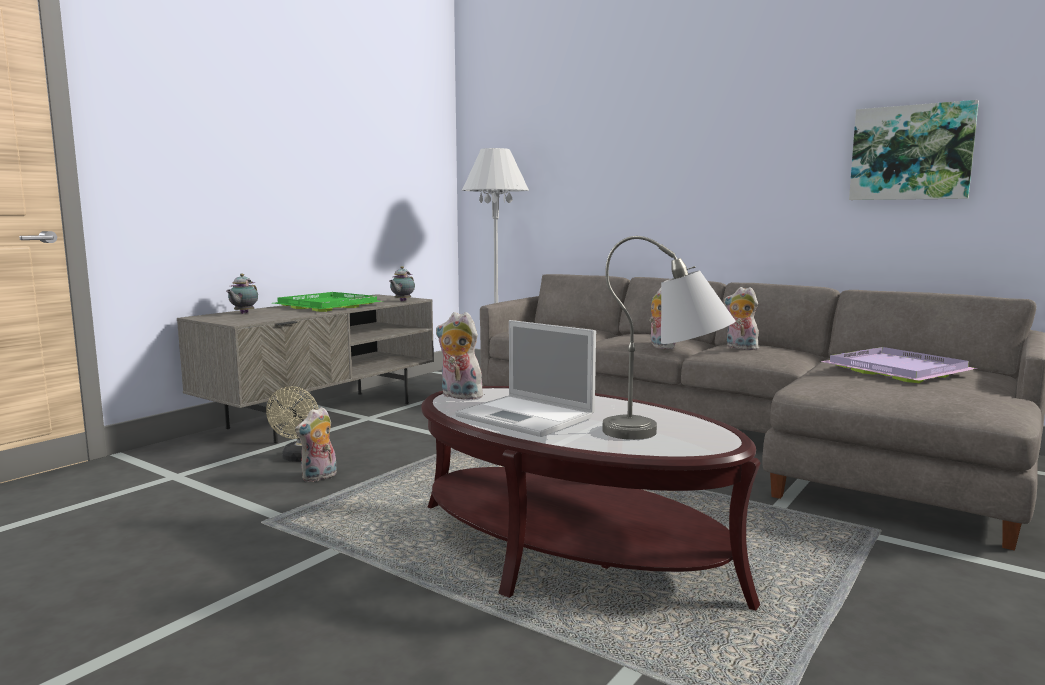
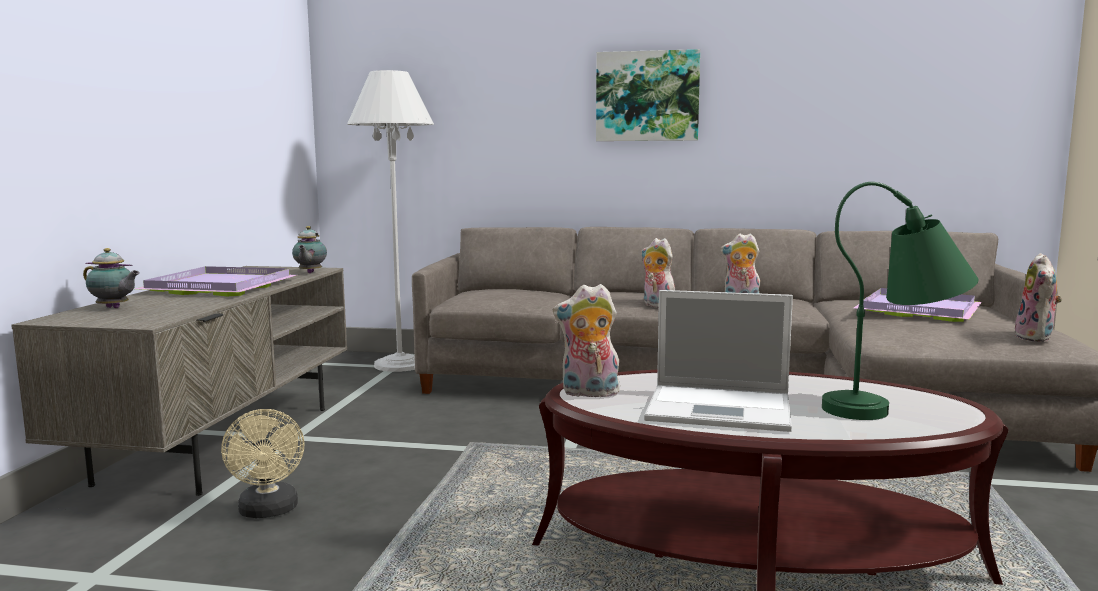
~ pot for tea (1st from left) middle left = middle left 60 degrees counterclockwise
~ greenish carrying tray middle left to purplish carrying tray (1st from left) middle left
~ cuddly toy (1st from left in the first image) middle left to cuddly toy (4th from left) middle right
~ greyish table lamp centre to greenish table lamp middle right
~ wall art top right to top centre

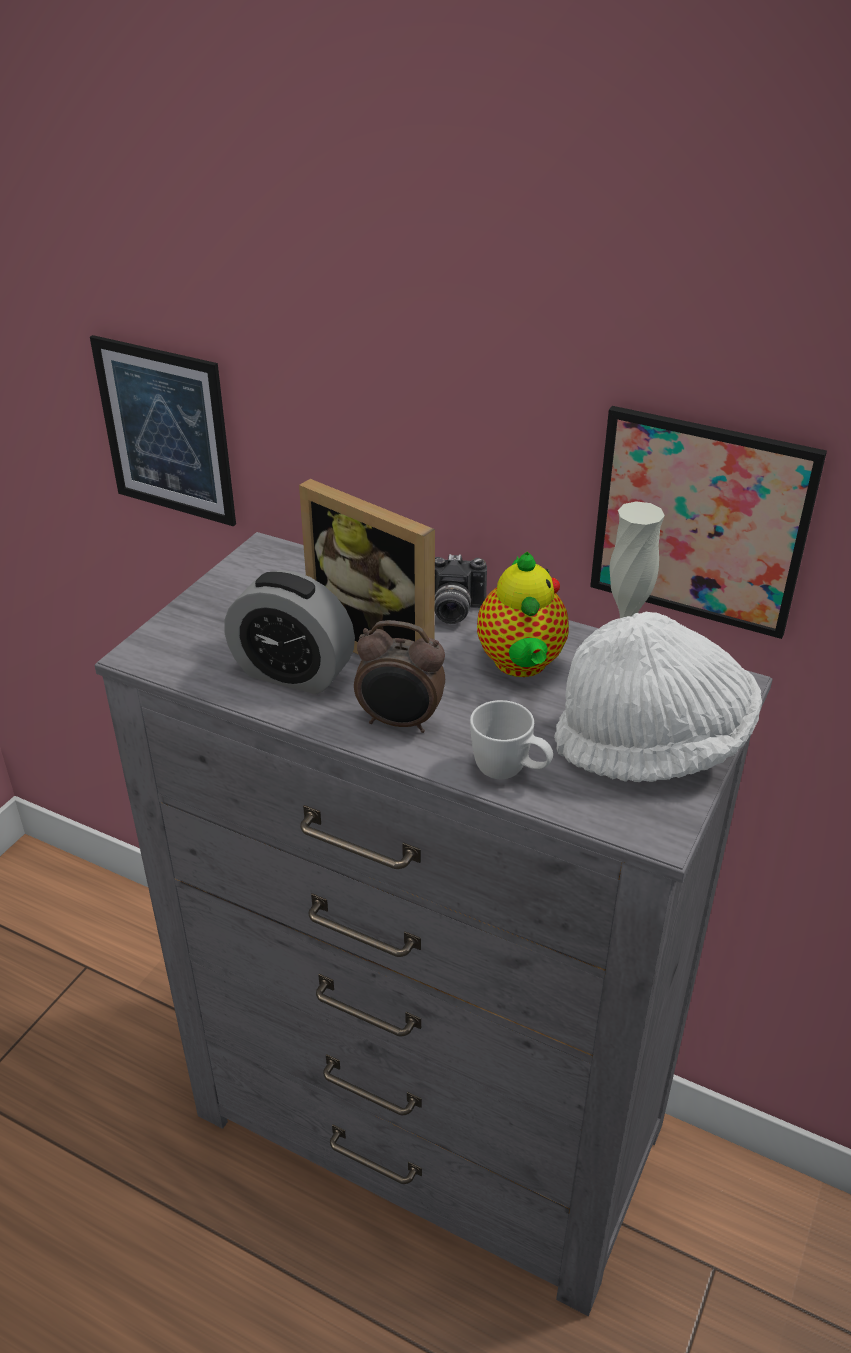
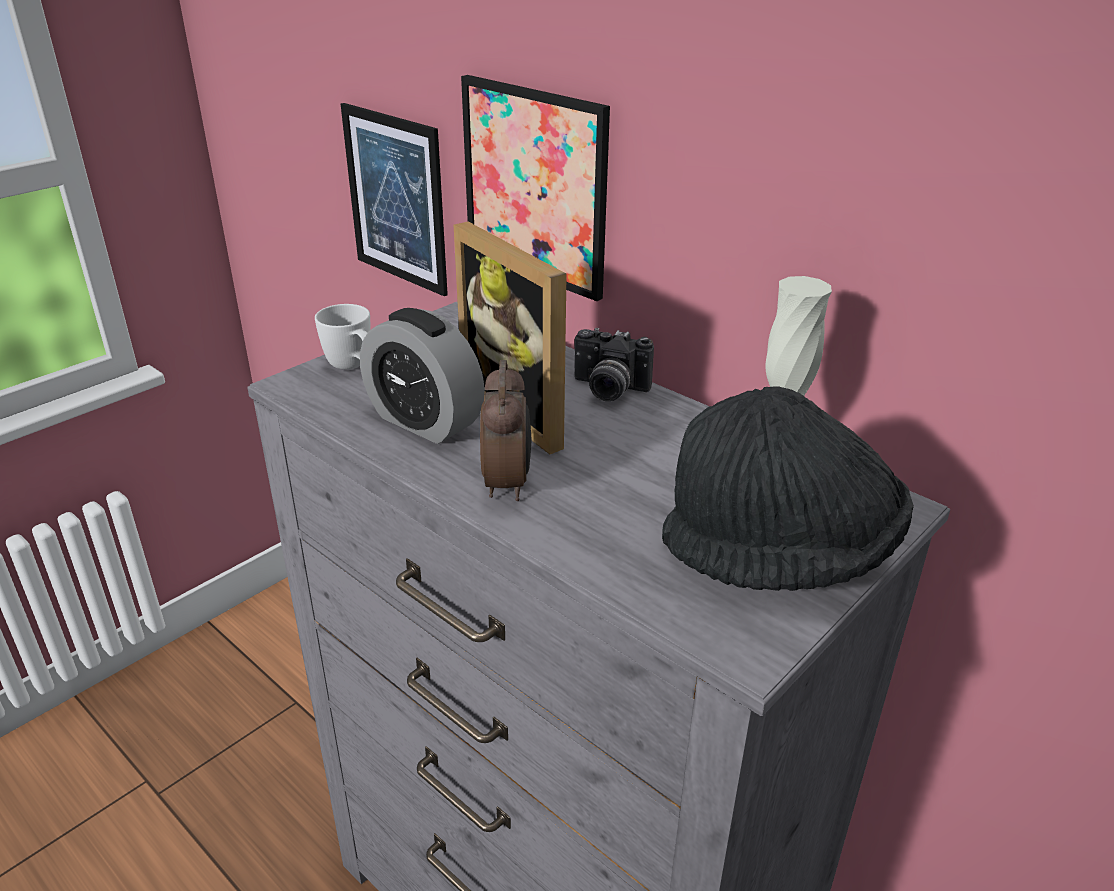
~ alarm clock (2nd from left) centre = centre 120 degrees counterclockwise
~ white-coloured coffee mug centre to middle left
- pot for tea centre
~ white-coloured clothing hat middle right to blackish clothing hat middle right
~ wall art (2nd from left) middle right to top centre

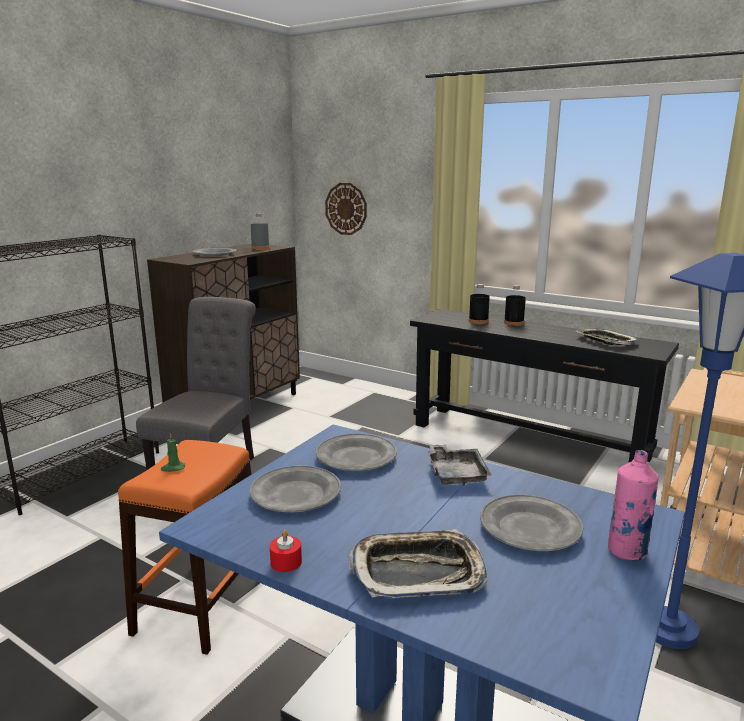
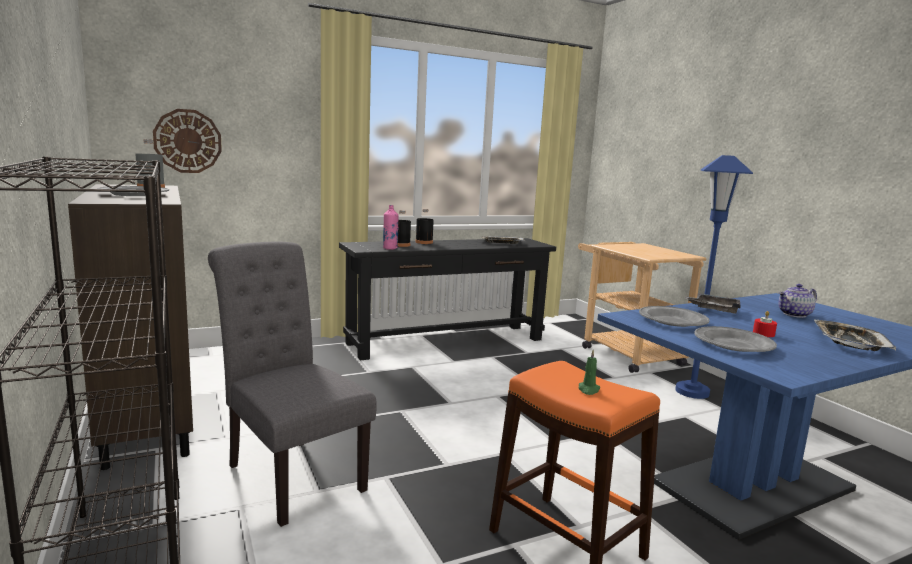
~ reddish wax candle bottom centre to middle right
~ greyish dinner plate (4th from left) bottom right to pot for tea middle right
~ pink-coloured beverage bottle bottom right to centre

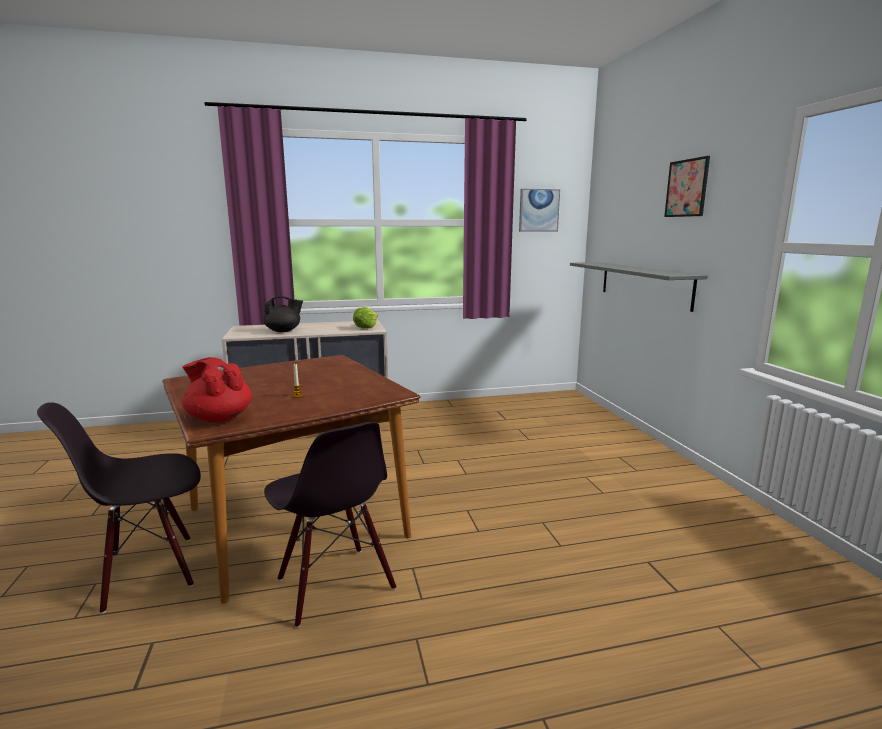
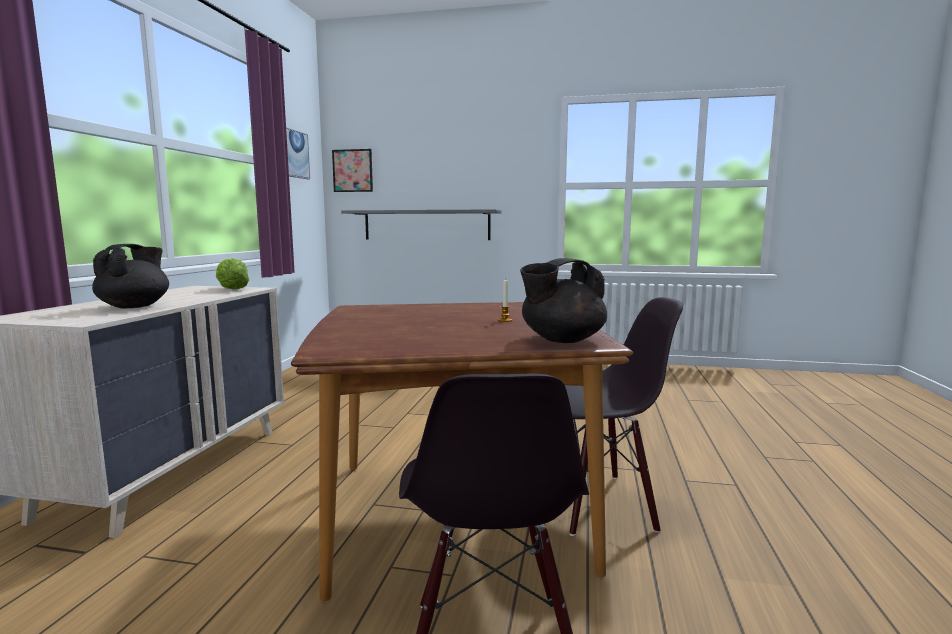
~ reddish pot for tea middle left to blackish pot for tea (2nd from left) centre
~ wall art (2nd from left) top right to top centre

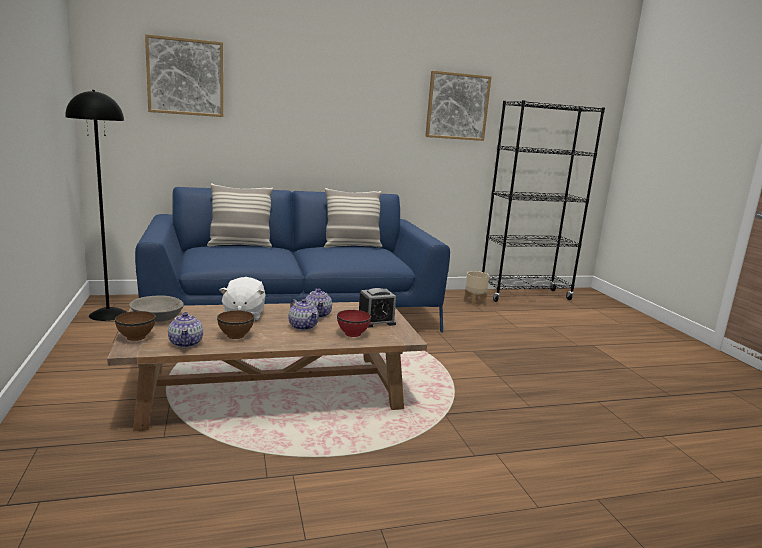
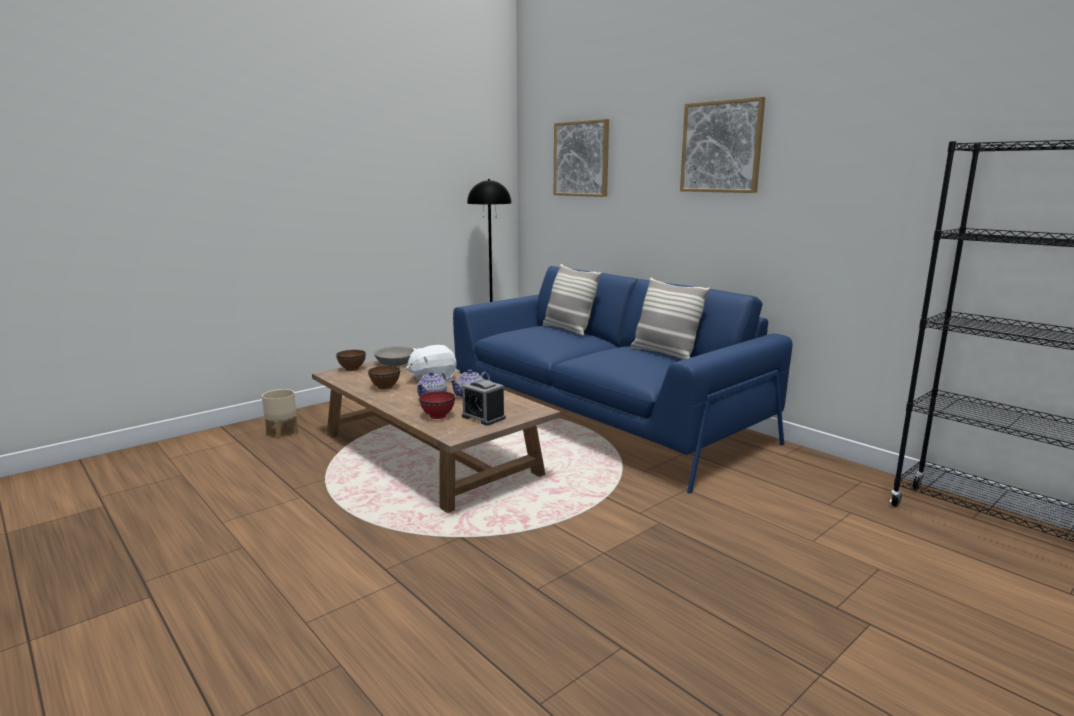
- pot for tea (1st from left) middle left
~ wall art (2nd from left) top centre to top right
~ beige flower pot centre to middle left

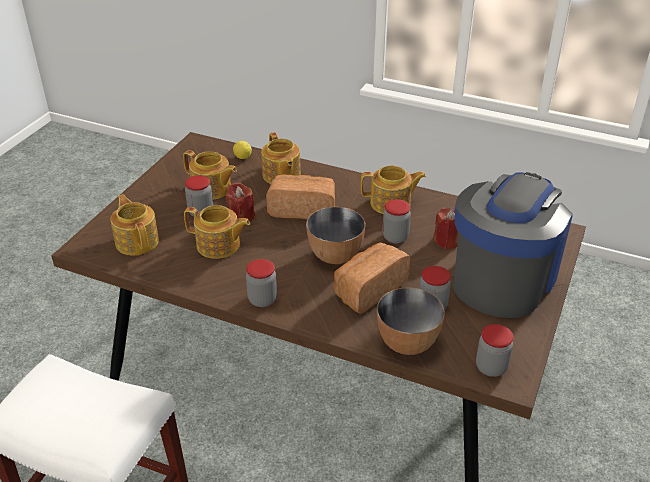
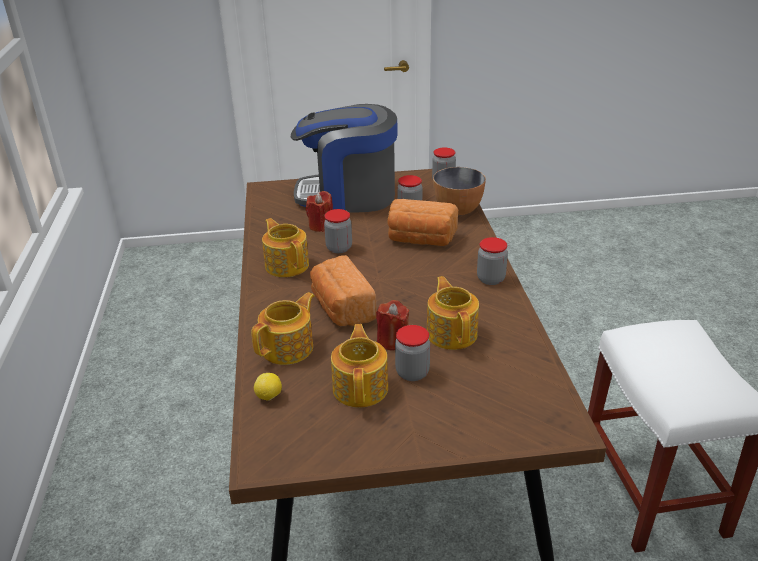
- pot for tea (1st from left) middle left
- bowl (1st from left) centre

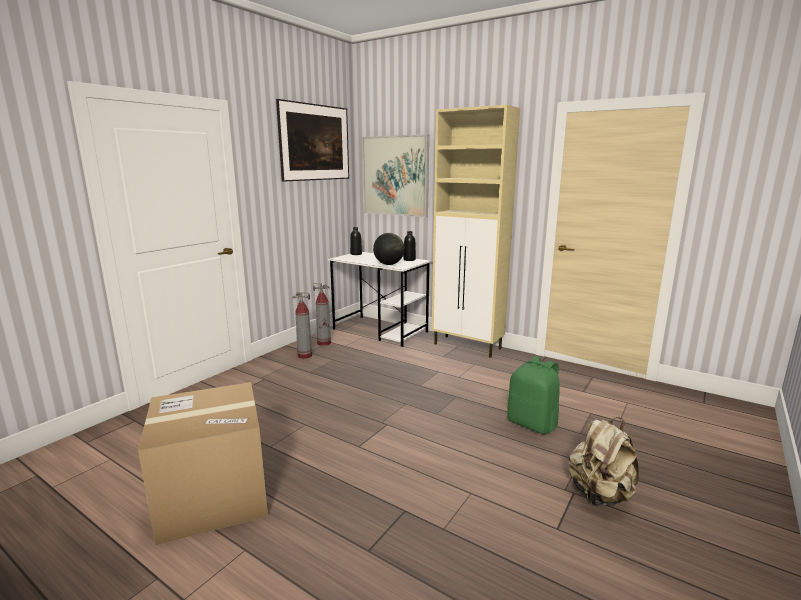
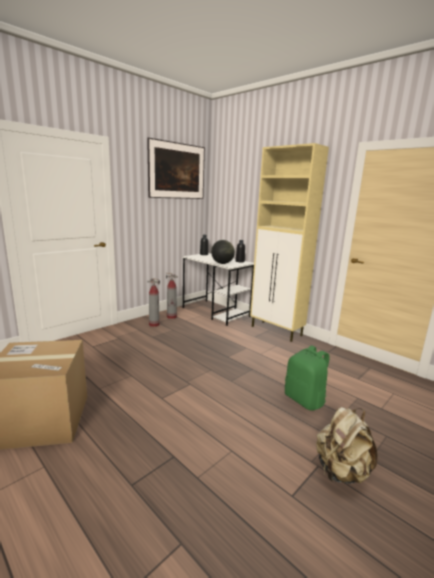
- wall art (2nd from left) top centre

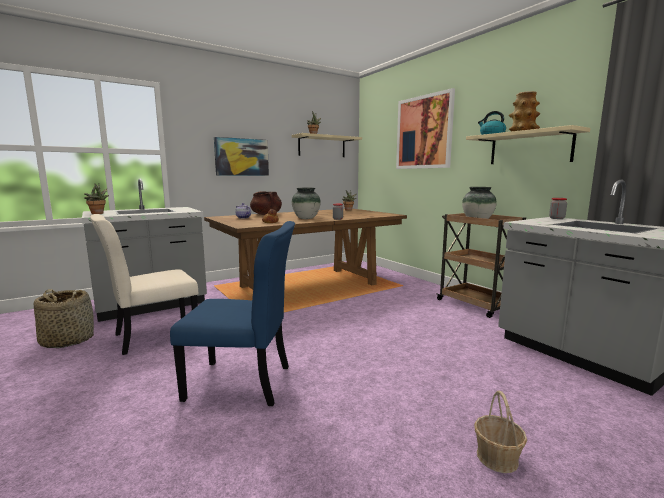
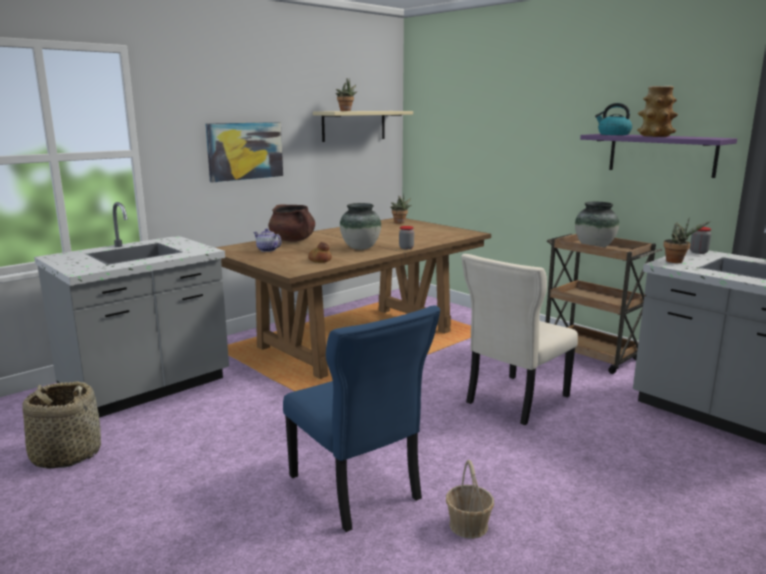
~ potted plant (1st from left in the first image) middle left to potted plant (3rd from left) middle right
~ beige chair middle left to middle right
~ bluish chair centre = bottom centre 60 degrees clockwise
- wall art (2nd from left) top centre
~ beige wall shelf (2nd from left) top right to purplish wall shelf top right
~ storage basket (2nd from left) bottom right to bottom centre

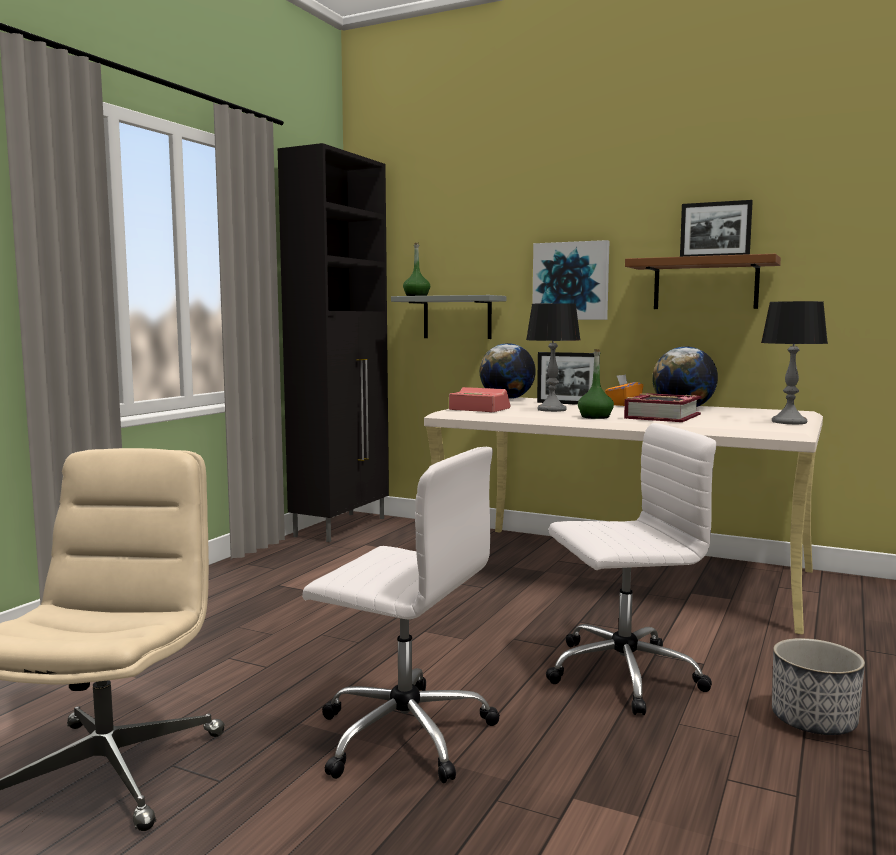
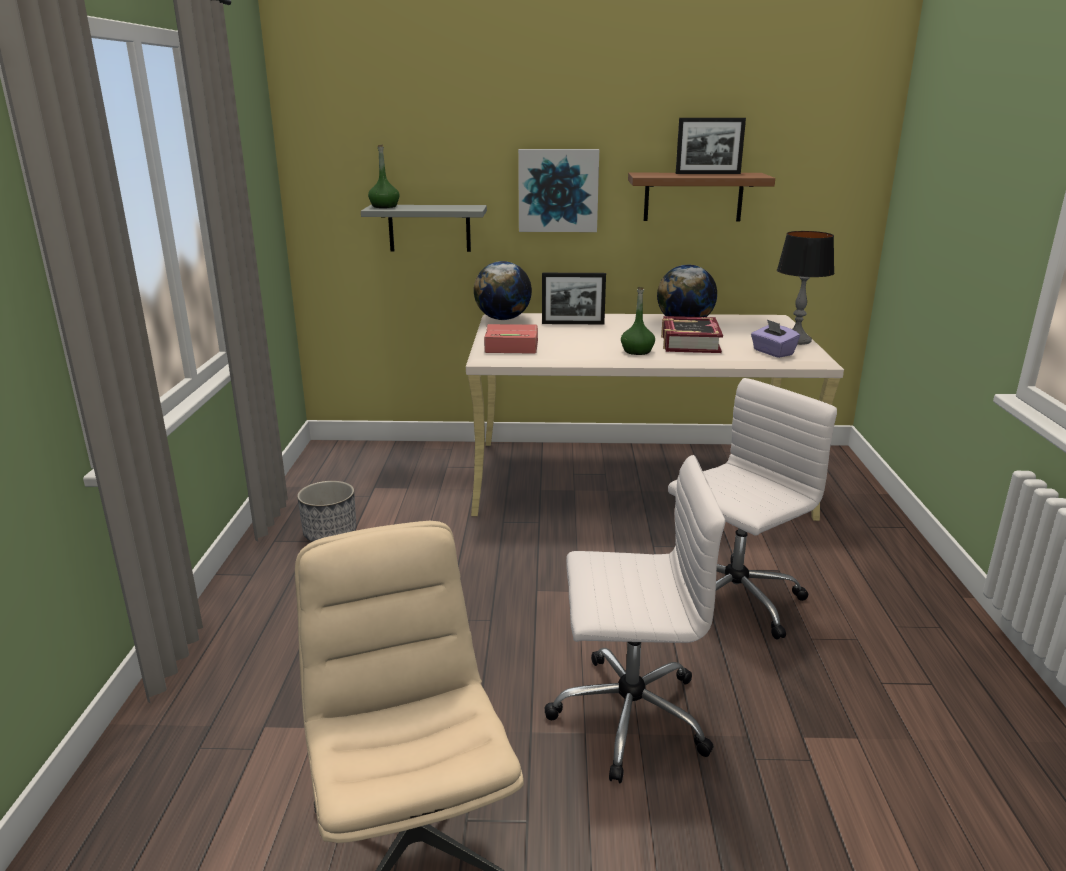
- blackish storage cabinet centre
- table lamp (1st from left) centre
- orangey tissue box middle right
~ flower pot bottom right to middle left
+ purplish tissue box middle right

